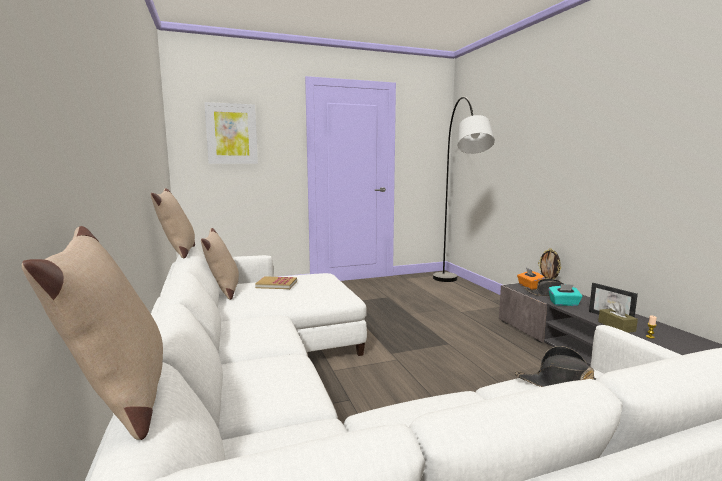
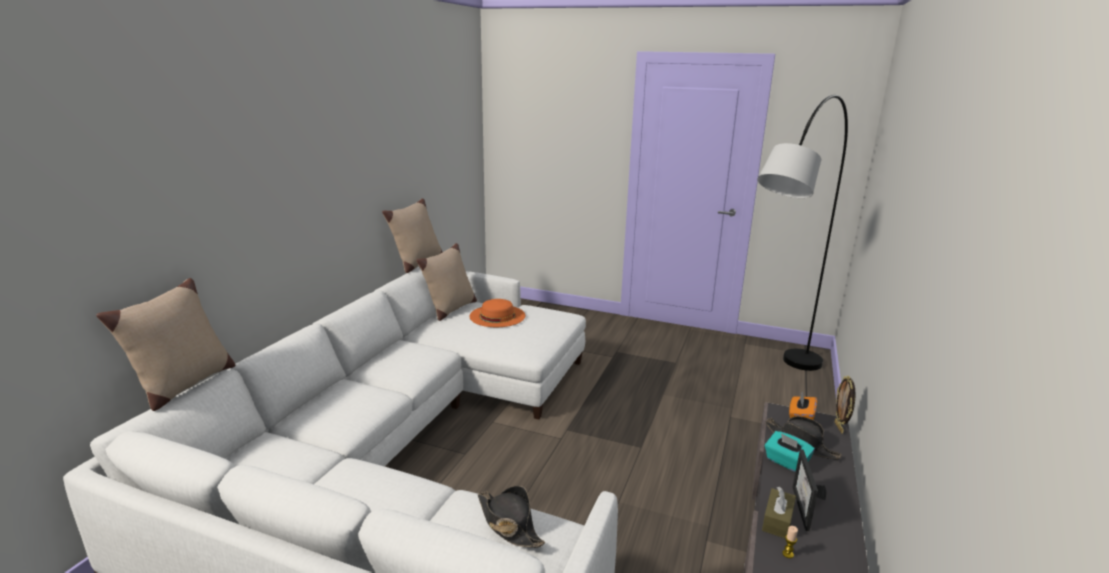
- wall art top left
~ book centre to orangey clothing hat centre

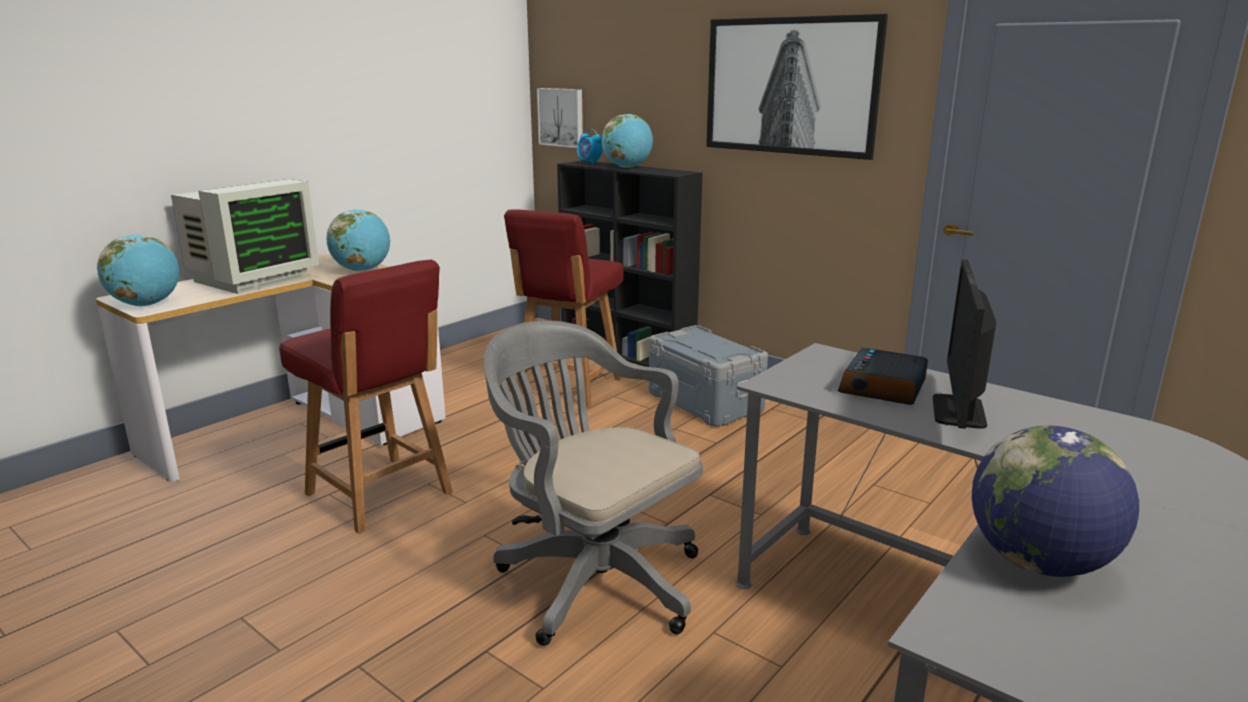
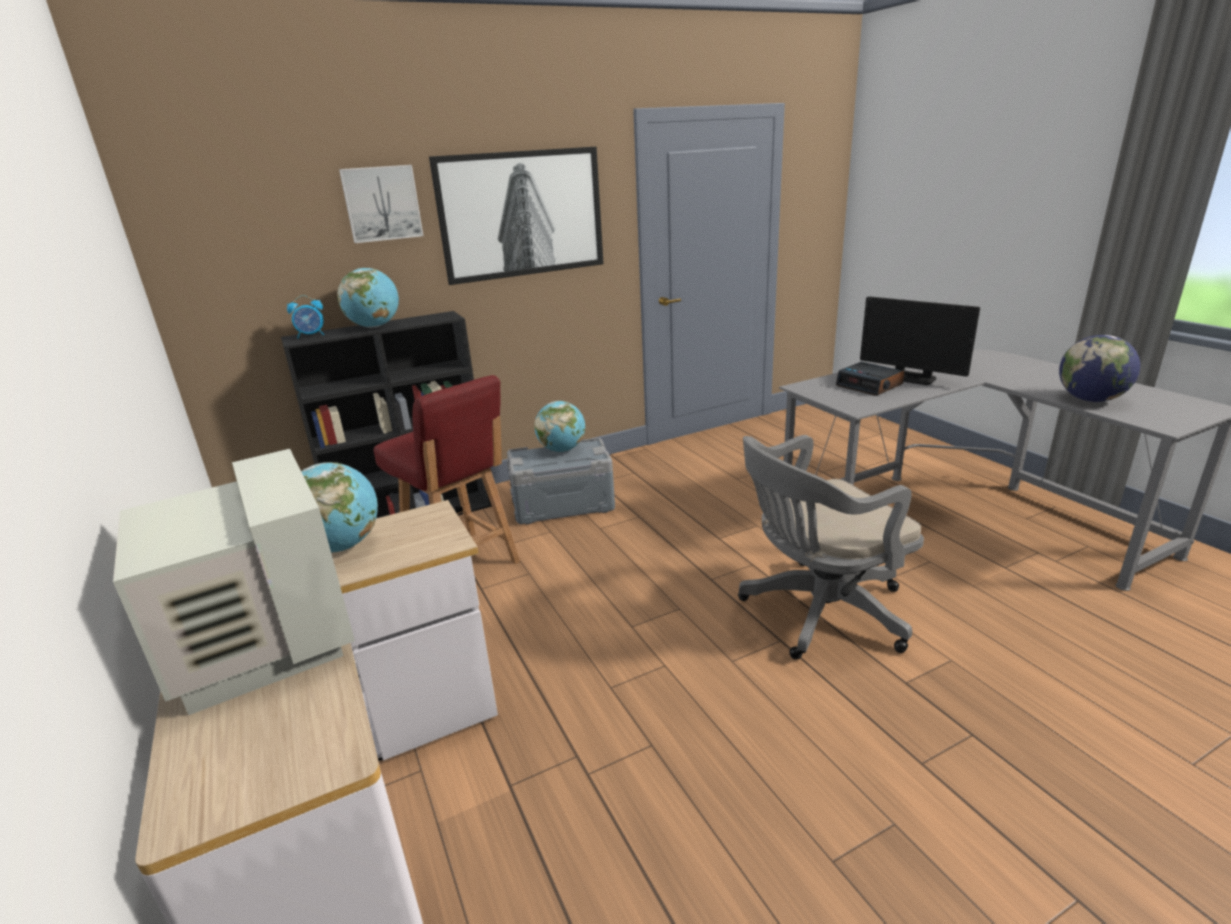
~ world globe (1st from left in the first image) middle left to world globe (3rd from left) centre
- reddish chair (1st from left) middle left
~ wall art (1st from left) top centre to top left

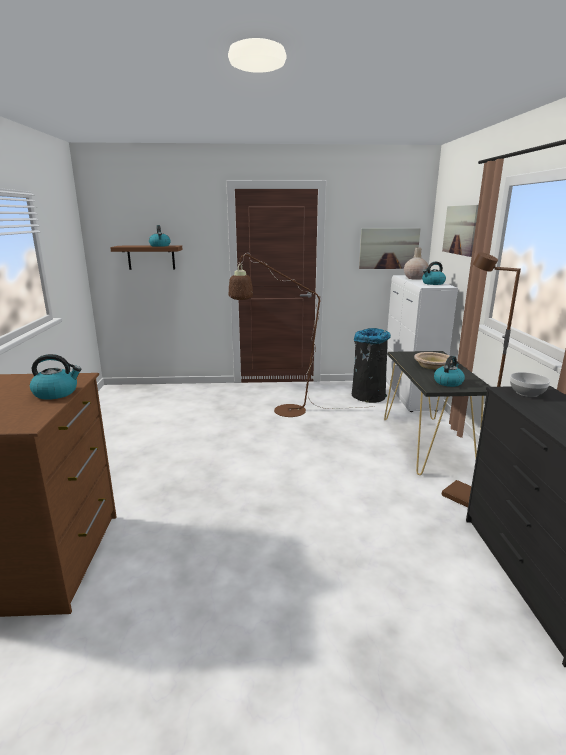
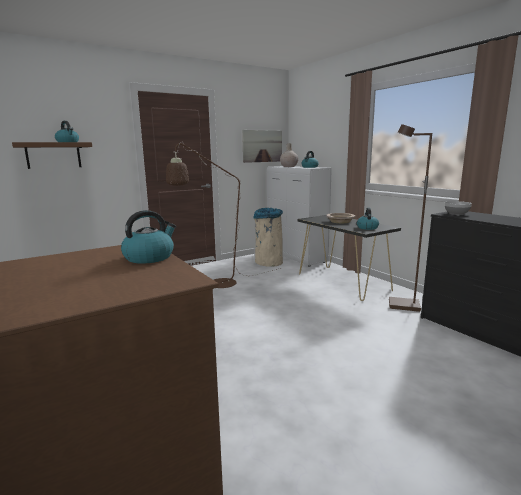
~ blackish rubbish bin centre to beige rubbish bin centre
- wall art (2nd from left) top right

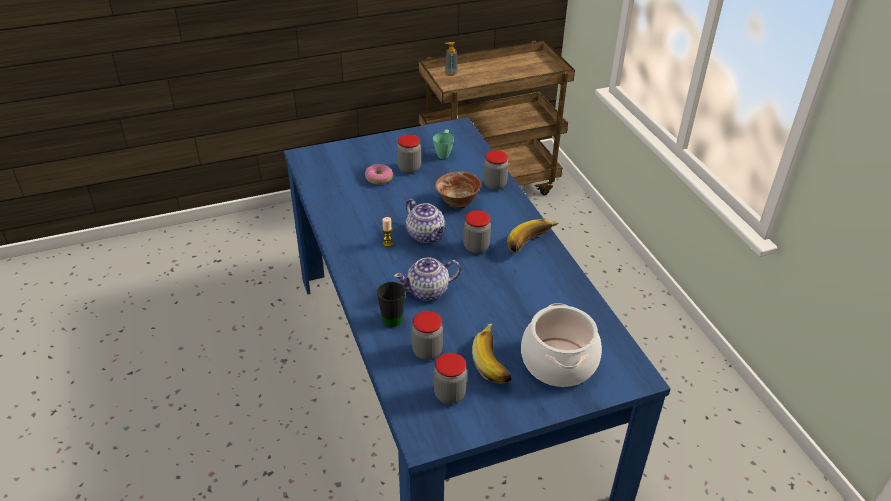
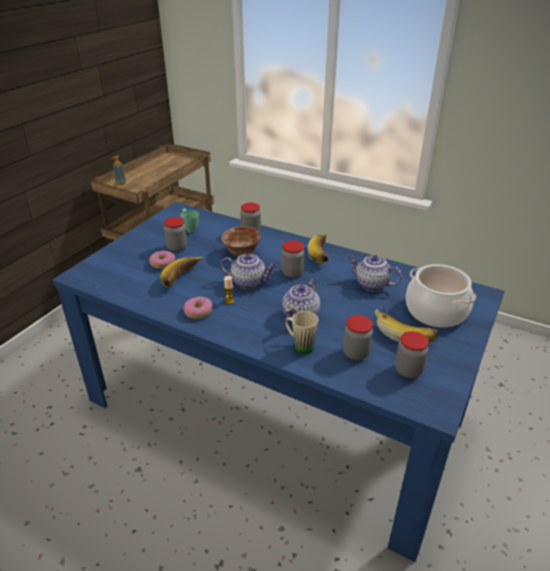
~ blackish coffee mug centre to beige coffee mug centre
+ banana fruit (1st from left) middle left
+ ring doughnut (2nd from left) centre
+ pot for tea (3rd from left) middle right

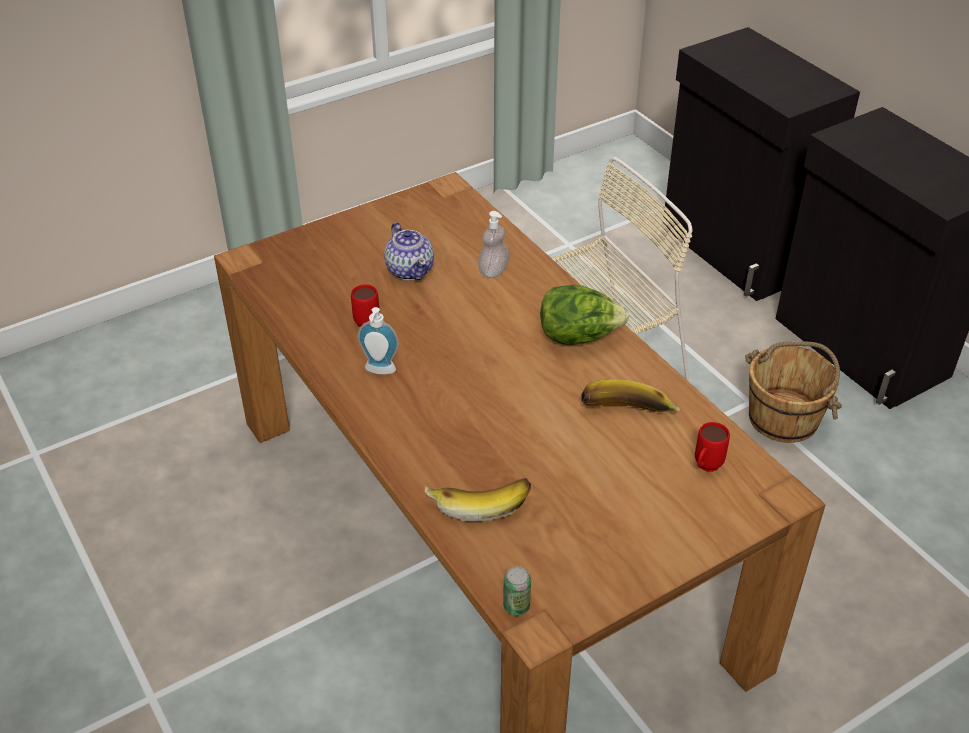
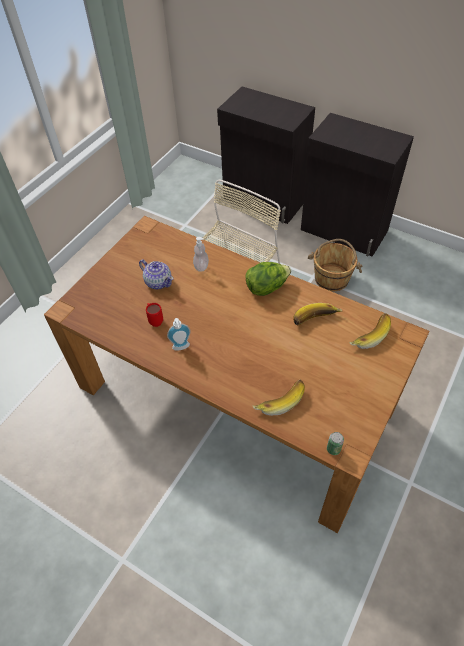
~ reddish coffee mug (2nd from left) middle right to banana fruit (3rd from left) middle right

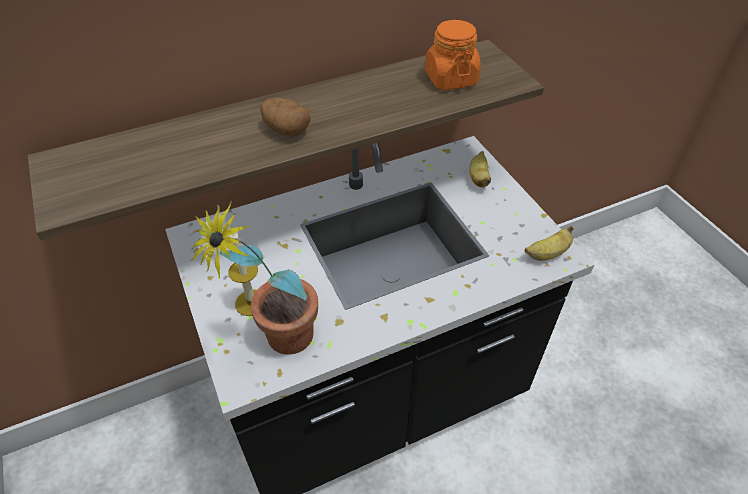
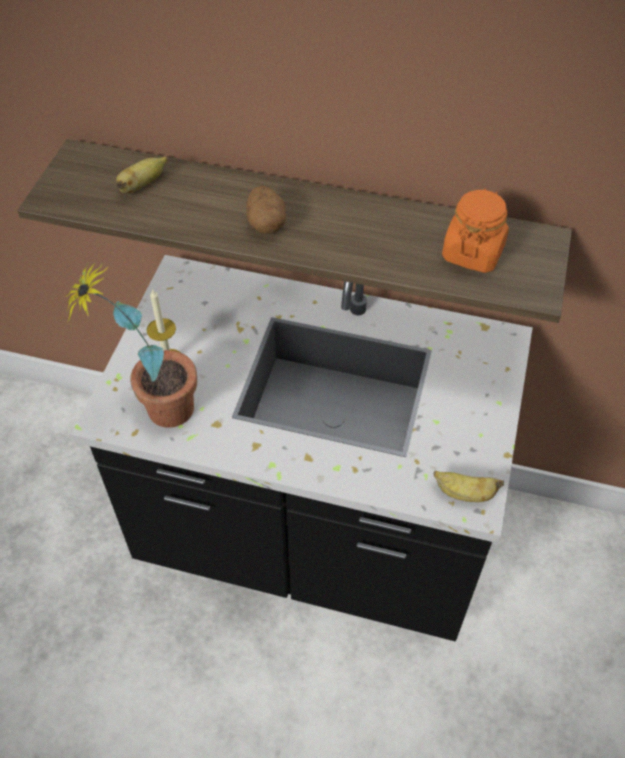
~ banana fruit (1st from left) centre to top left

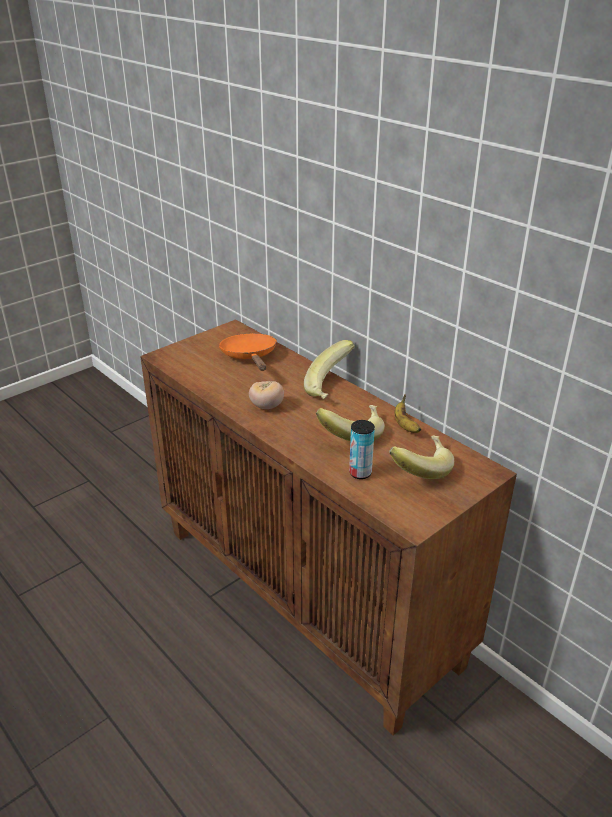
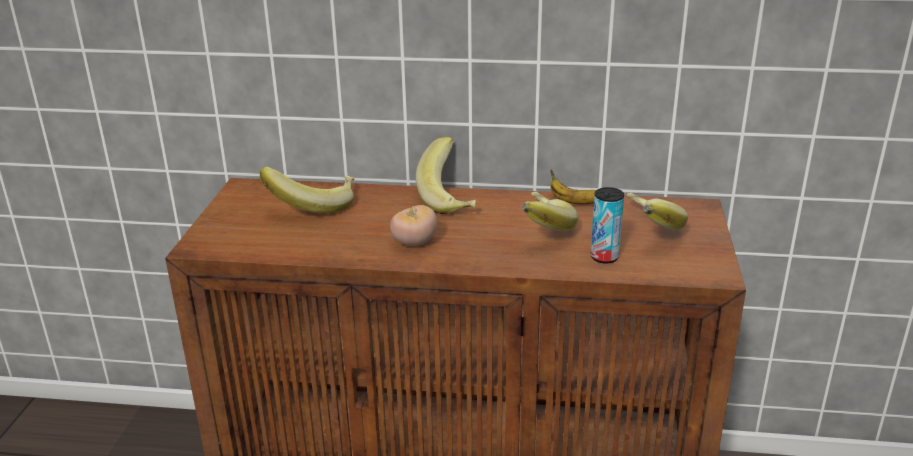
~ orangey frying pan centre to banana fruit (1st from left) centre

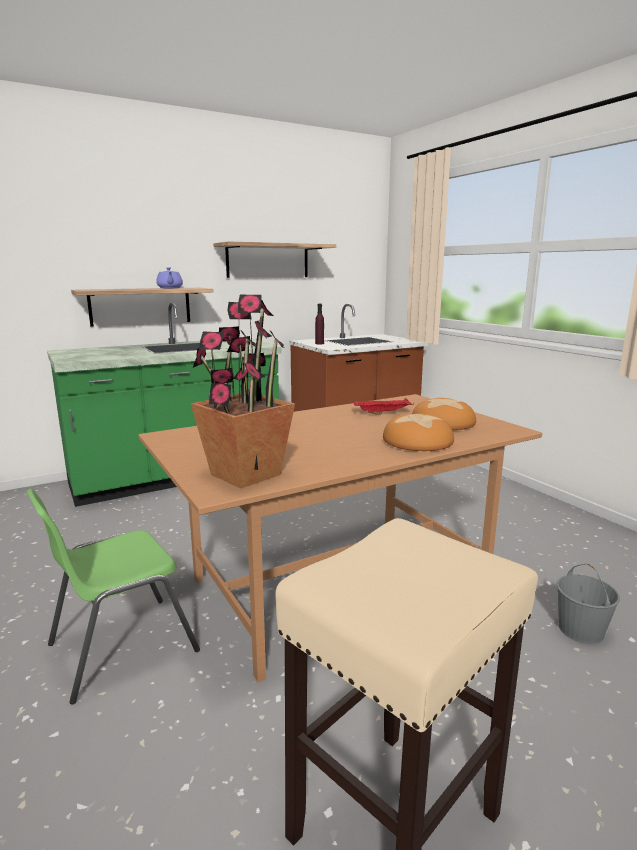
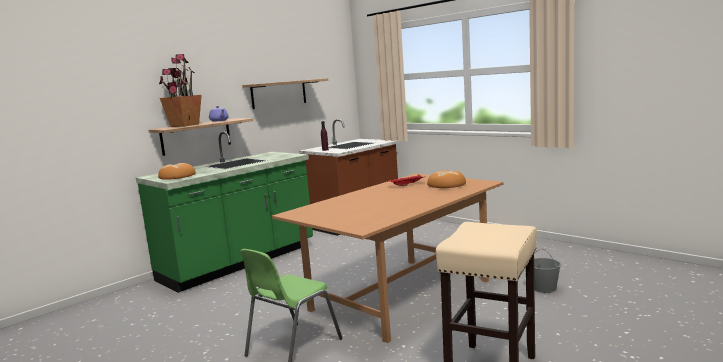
~ potted plant centre to top left
~ baked bread (1st from left) centre to middle left

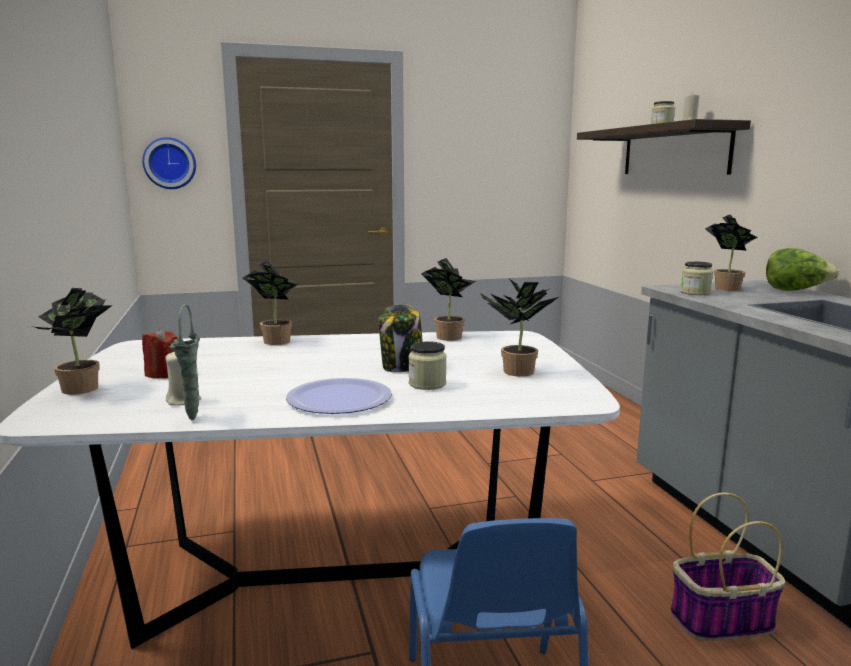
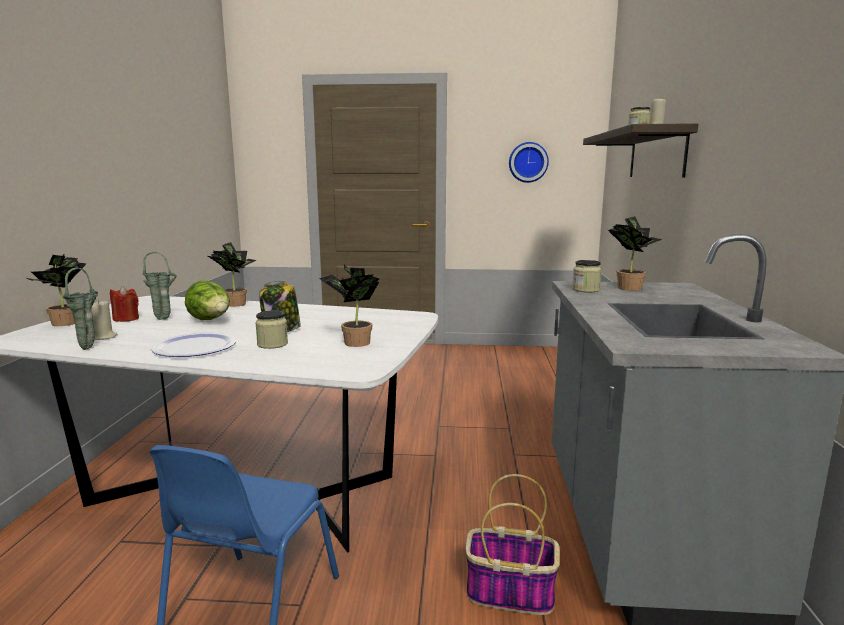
~ hanging clock top left to top centre
- potted plant (3rd from left) centre
~ head of lettuce middle right to middle left
+ greenish flower vase (2nd from left) middle left

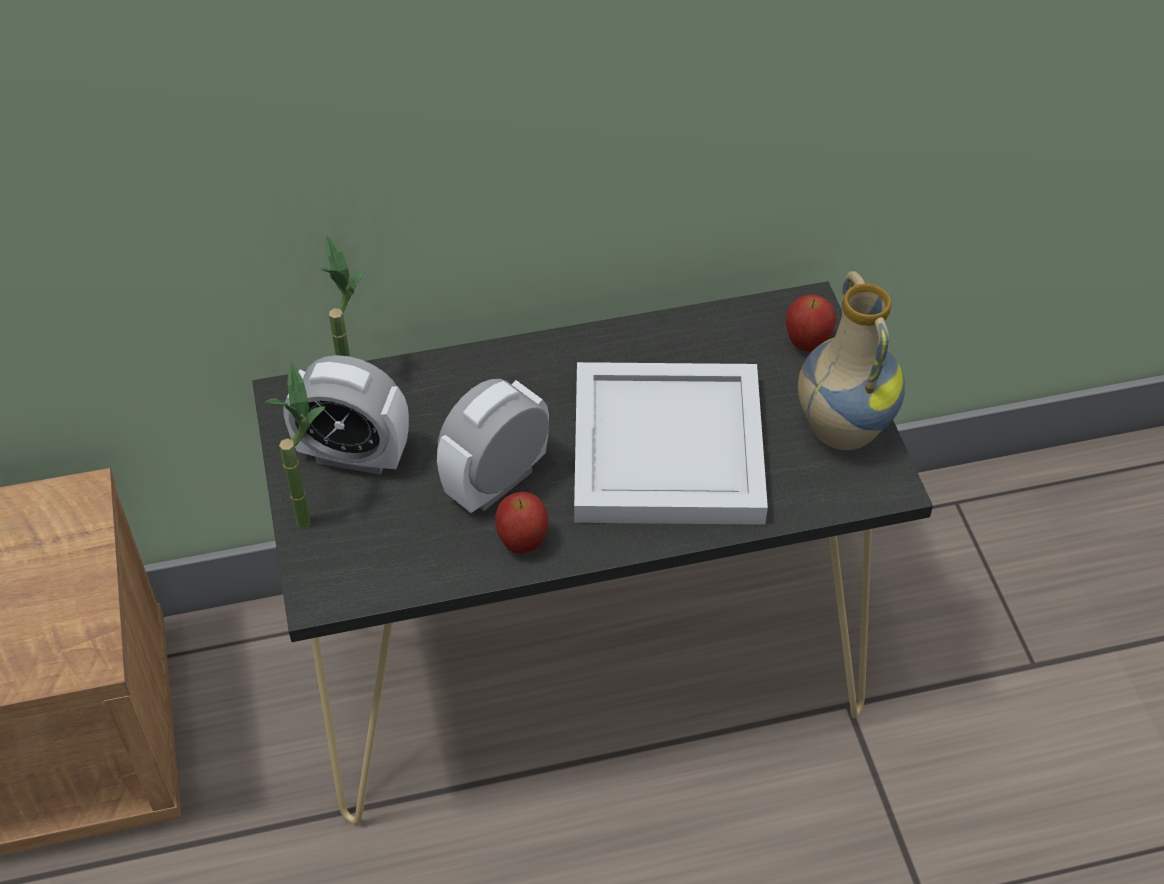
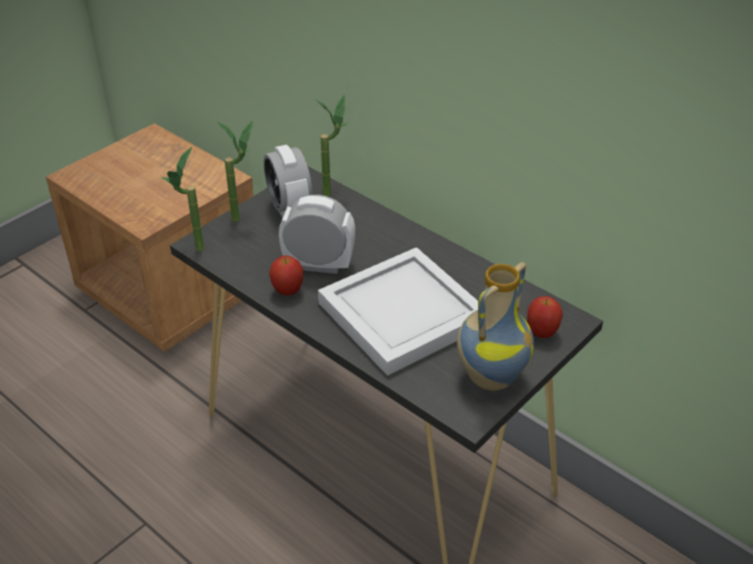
+ potted plant (1st from left) middle left

